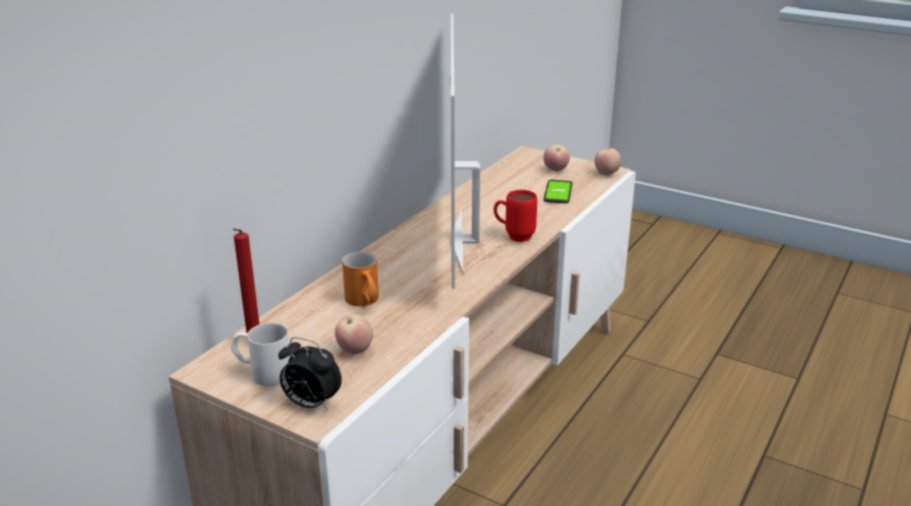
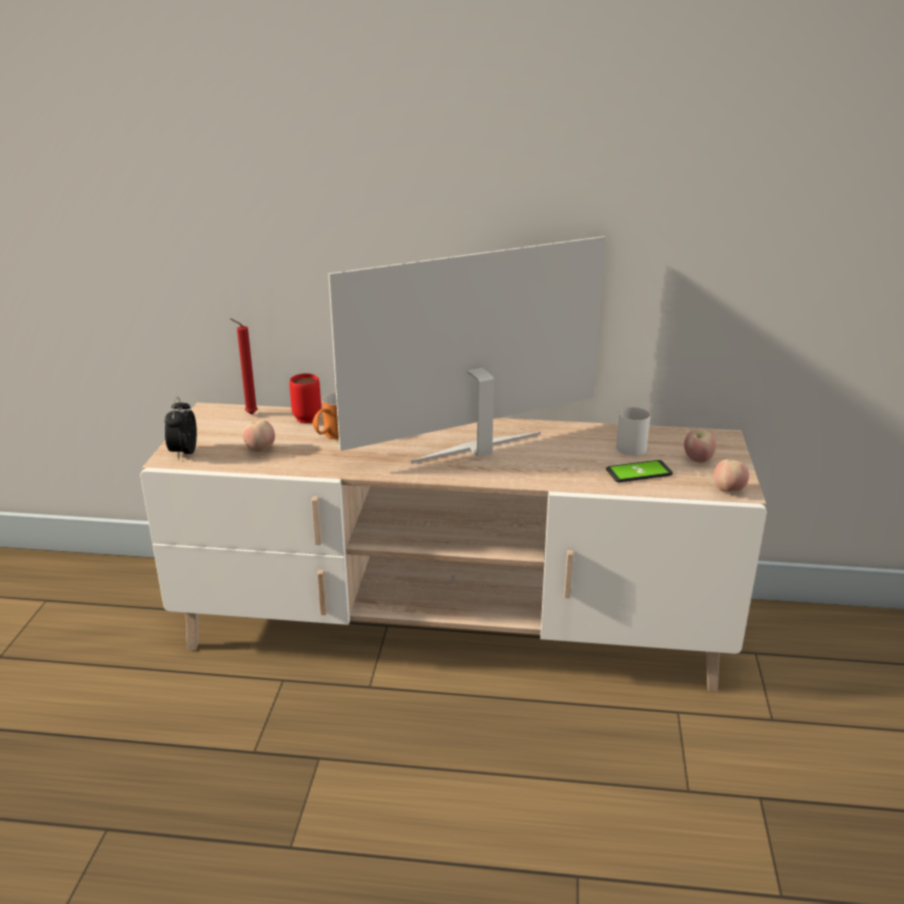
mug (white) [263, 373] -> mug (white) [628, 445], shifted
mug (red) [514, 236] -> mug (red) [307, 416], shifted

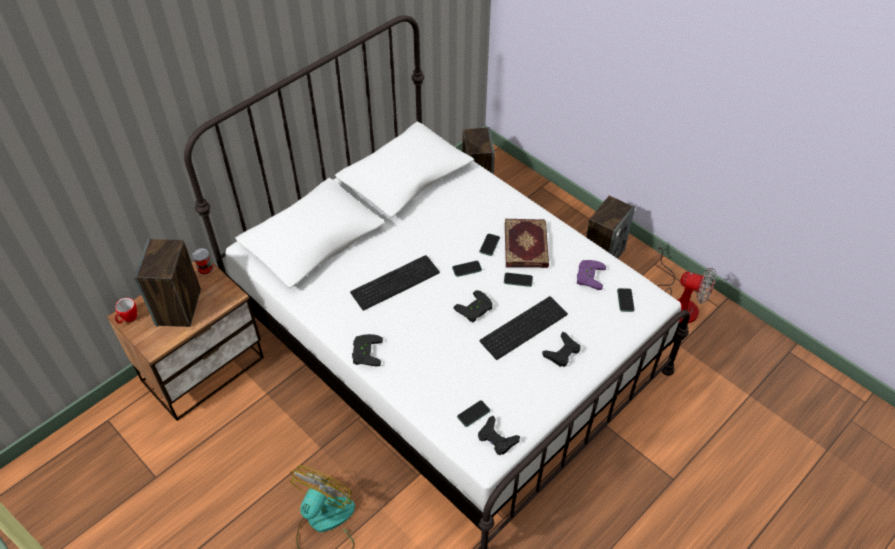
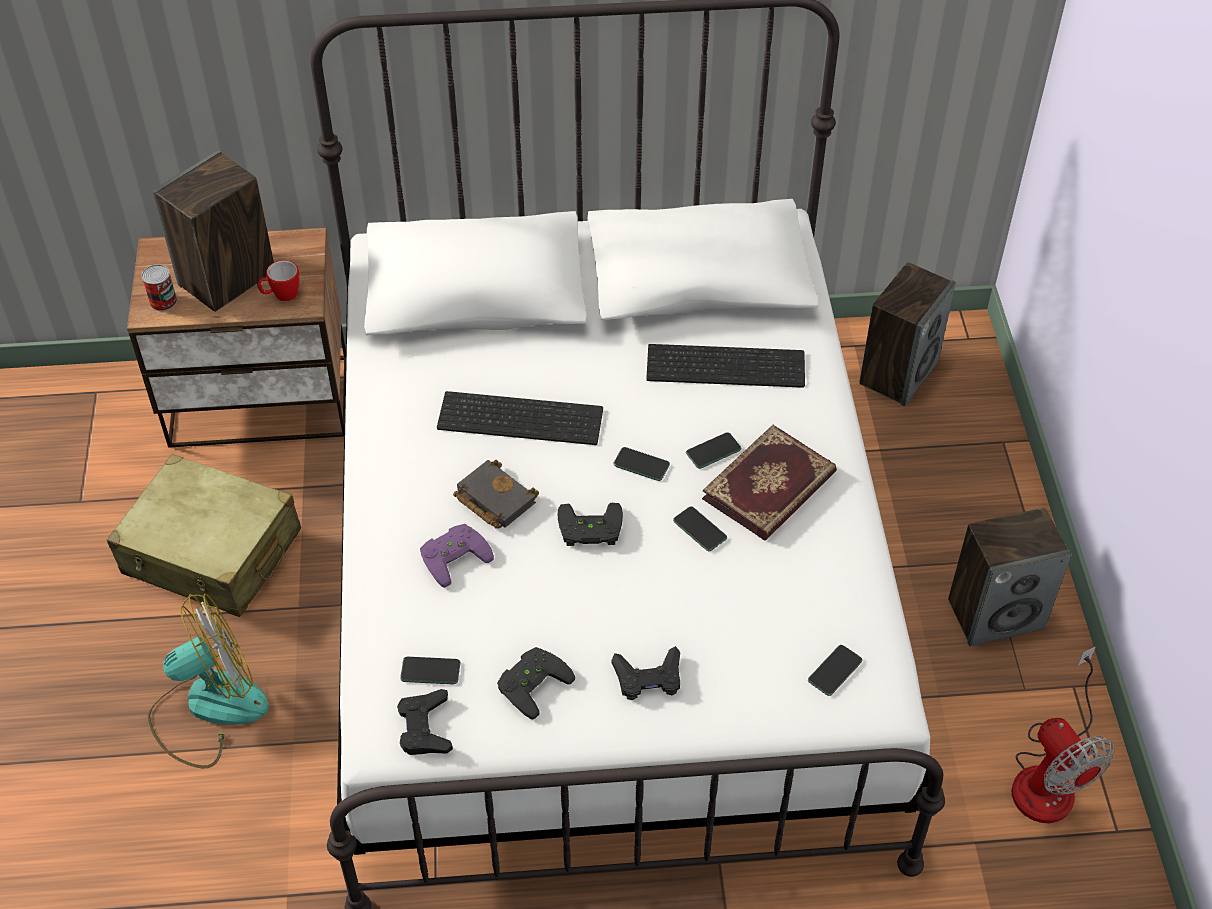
none -> suitcase (beige) [212, 553]
none -> book (black) [492, 499]
mug [128, 319] -> mug [281, 295], shifted
can [205, 268] -> can [163, 301], shifted
game controller (black) [365, 352] -> game controller (black) [531, 682], shifted
keyboard [523, 326] -> keyboard [727, 364], shifted
game controller (purple) [588, 276] -> game controller (purple) [453, 554], shifted

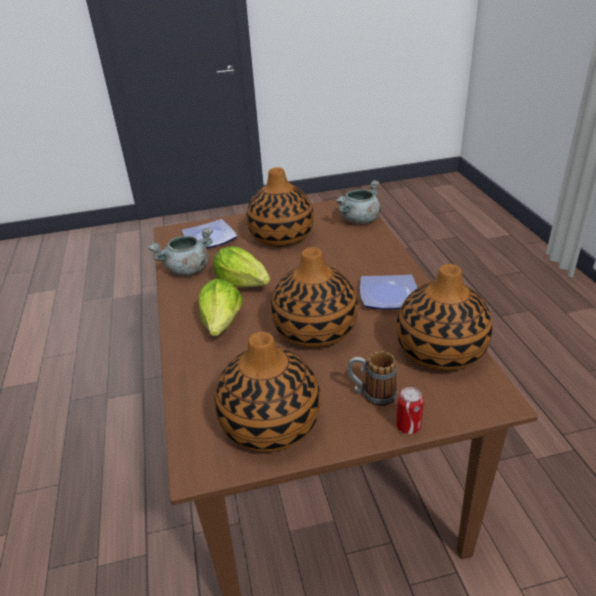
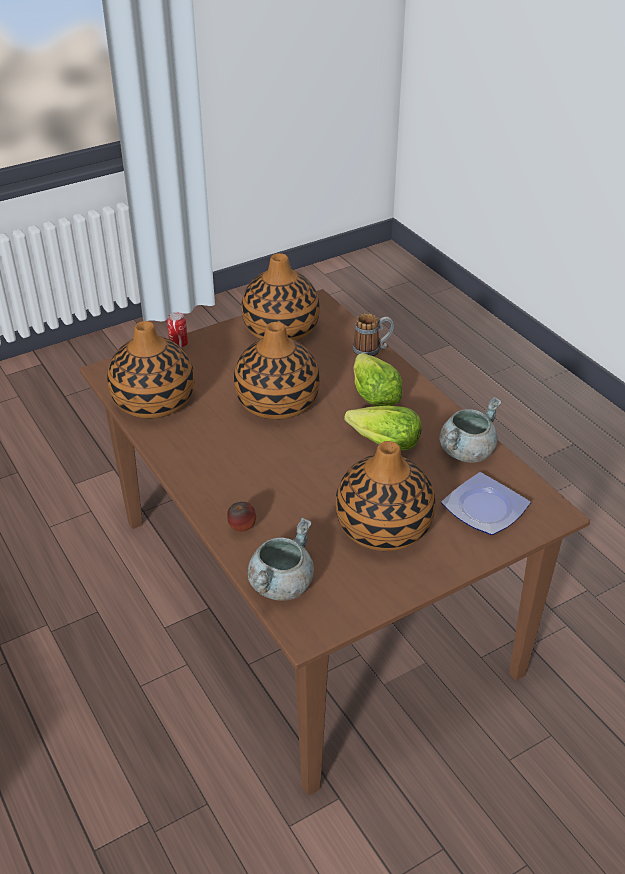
plate [389, 296] -> none
none -> apple [242, 529]
mug [372, 394] -> mug [372, 350], shifted

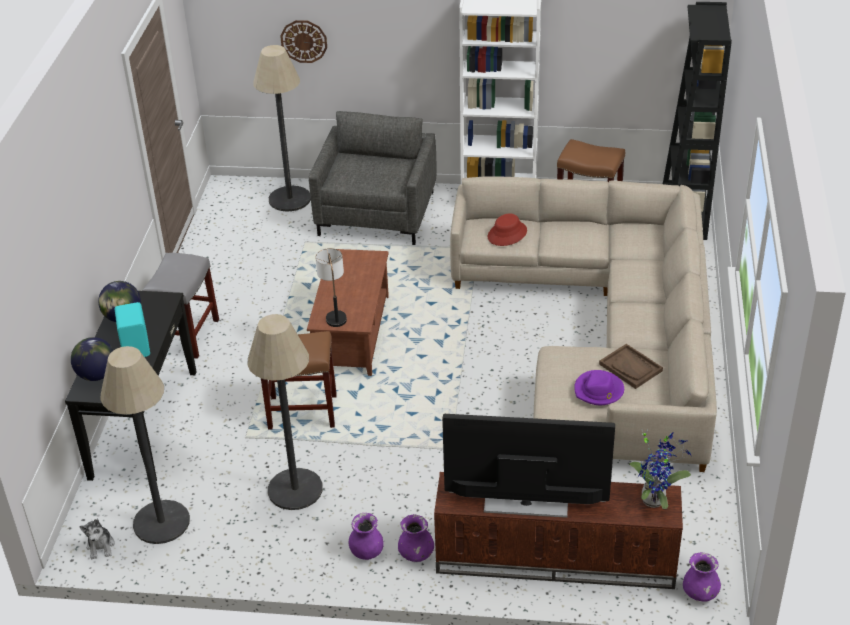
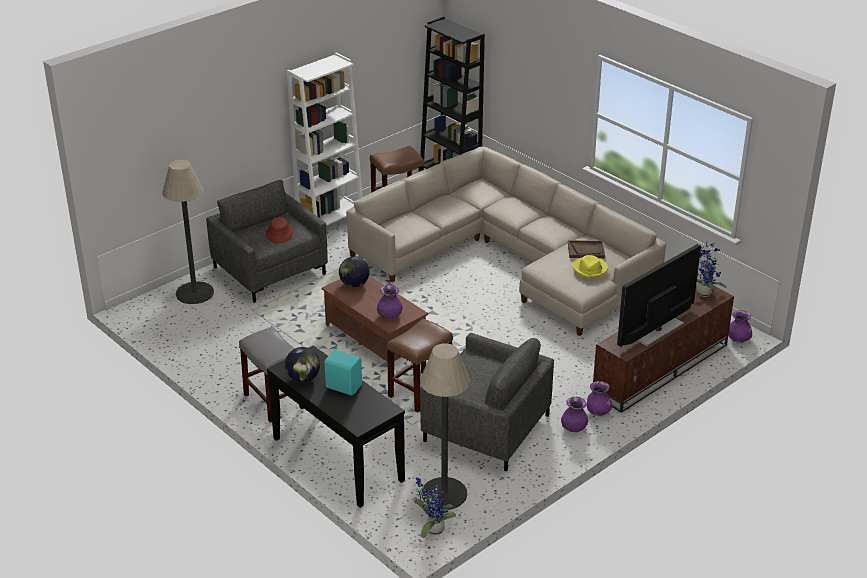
wall clock [304, 41] -> none
globe [97, 375] -> globe [354, 284], shifted
hat (red) [507, 234] -> hat (red) [279, 234], shifted
plush toy [101, 546] -> potted plant [432, 529]
floor lamp [295, 489] -> armchair (grey) [486, 428]
table lamp [334, 312] -> vase (purple) [389, 315]
hat (purple) [599, 390] -> hat (yellow) [590, 269]

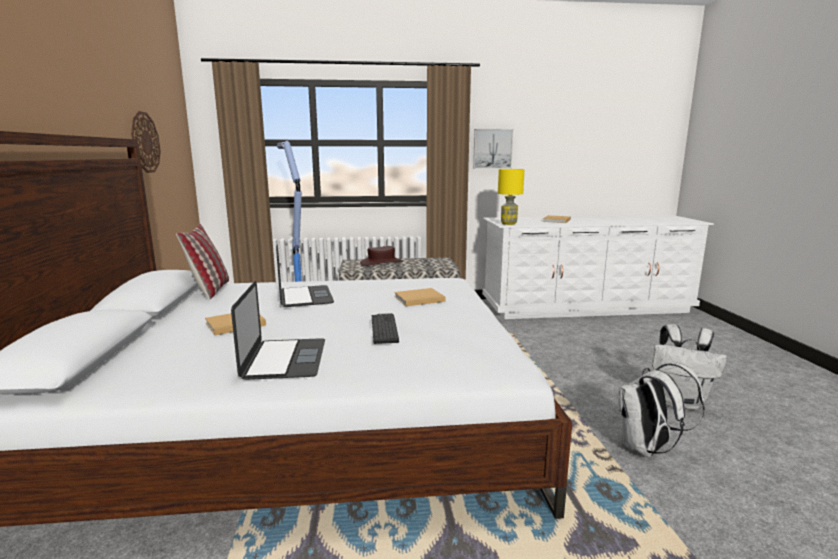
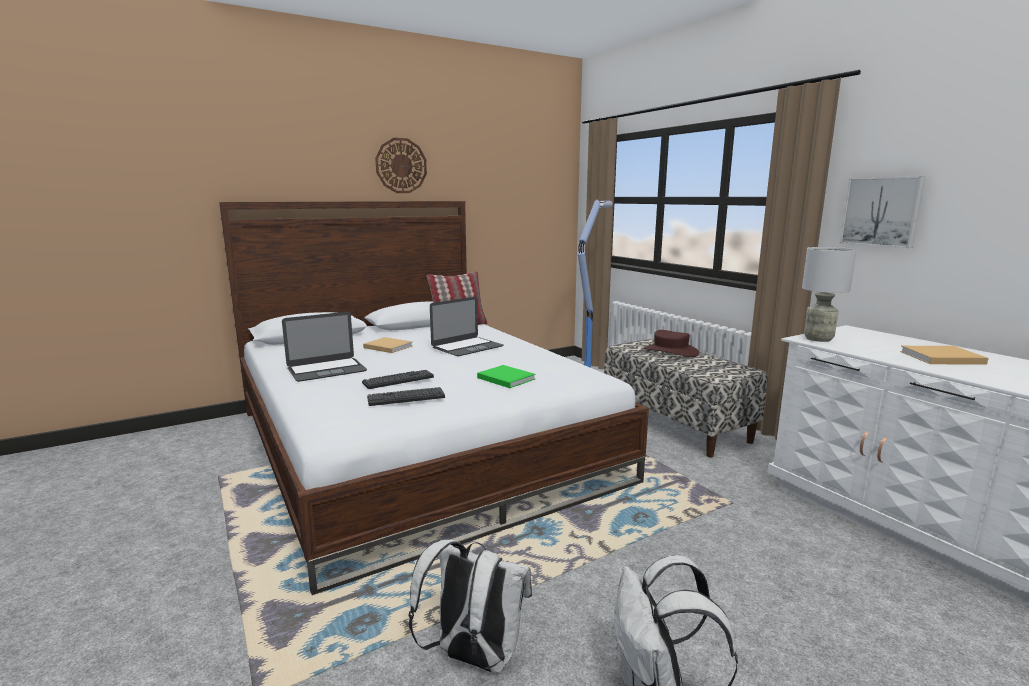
none -> keyboard [406, 397]
wall clock [145, 142] -> wall clock [401, 166], shifted
book (beige) [418, 299] -> book (green) [505, 378]
table lamp (yellow) [508, 223] -> table lamp (grey) [818, 339]

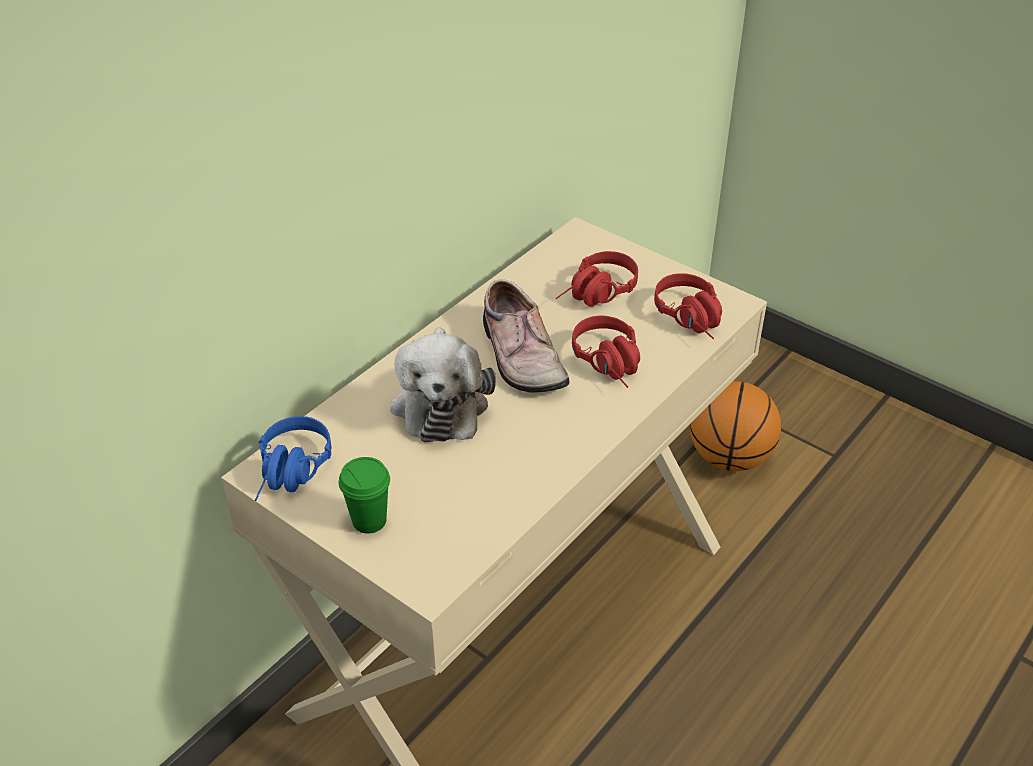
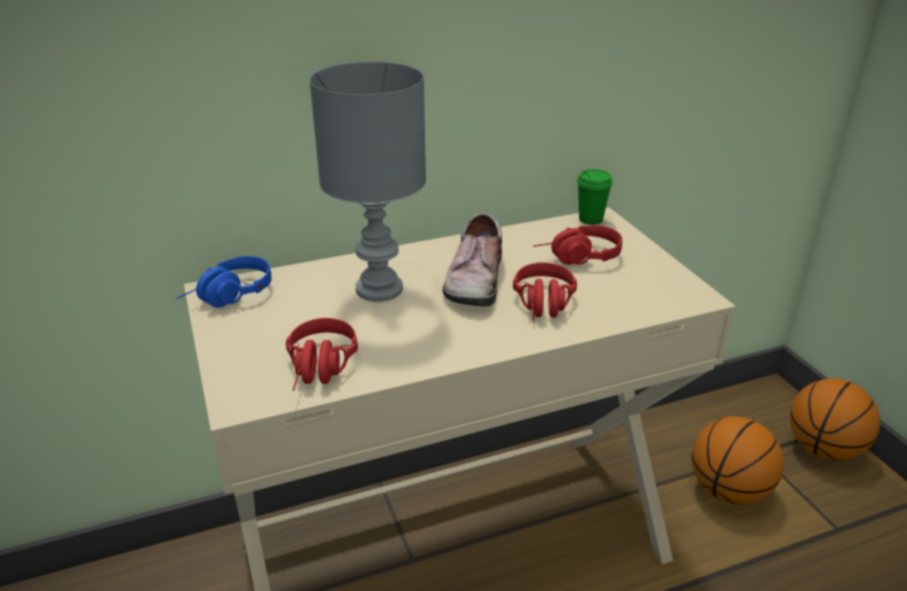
none -> basketball [824, 449]
cup (green) [369, 521] -> cup (green) [590, 219], shifted
headphones (red) [693, 320] -> headphones (red) [320, 370], shifted
plush toy [440, 402] -> table lamp (grey) [381, 288]

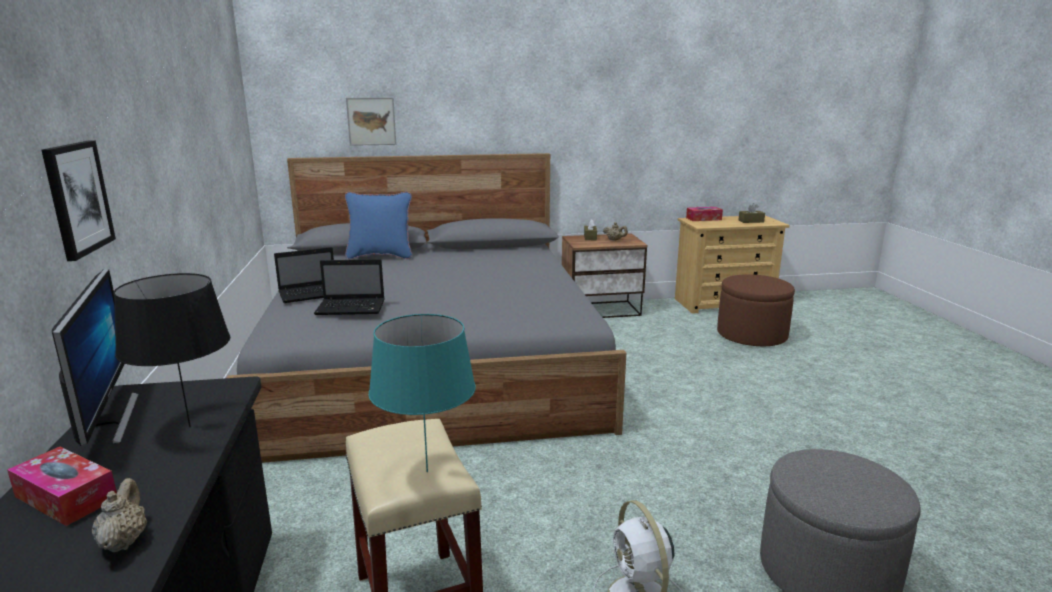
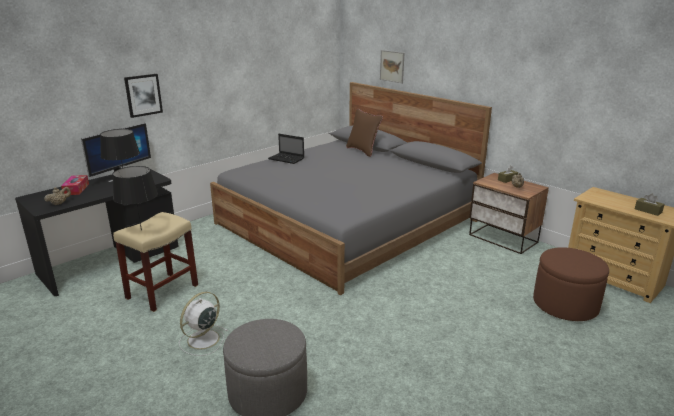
laptop [352, 308] -> none
tissue box [703, 219] -> none
pillow (blue) [380, 256] -> pillow (brown) [363, 151]
table lamp (turquoise) [427, 472] -> table lamp (black) [141, 230]

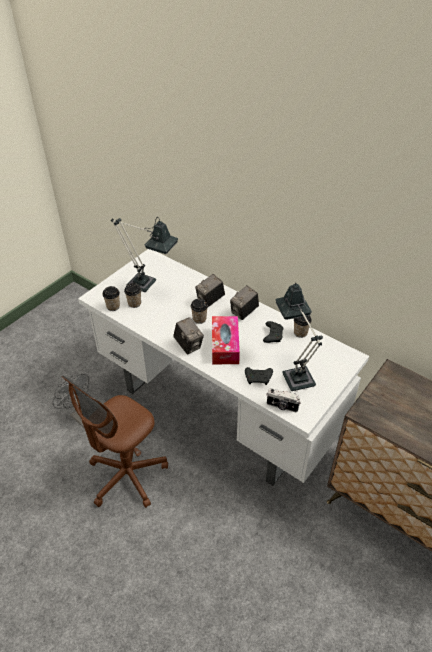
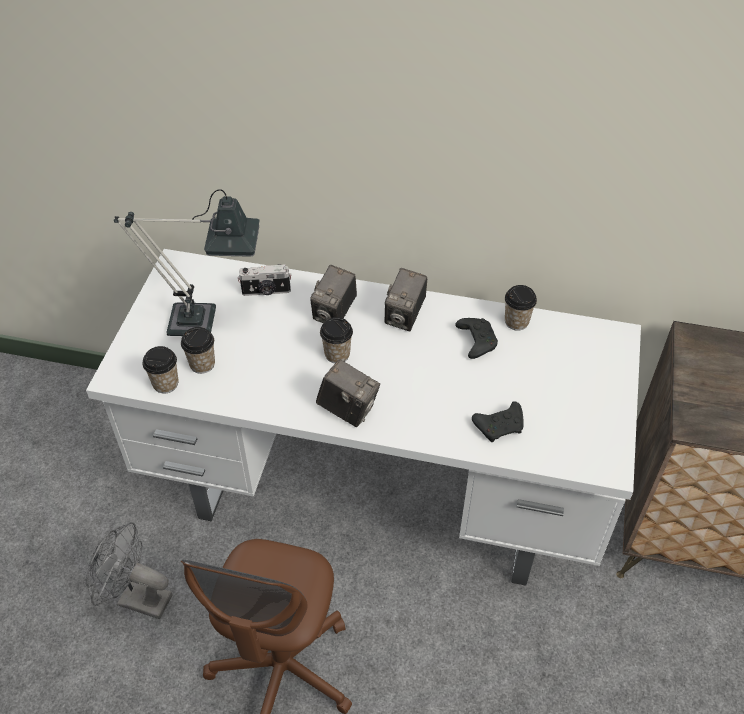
tissue box [225, 345] -> none
table lamp [295, 374] -> none
photo camera [282, 406] -> photo camera [266, 291], shifted

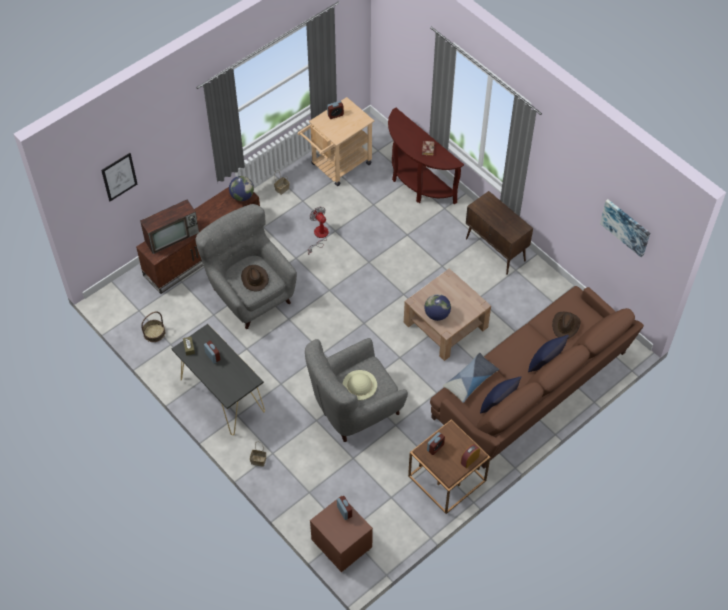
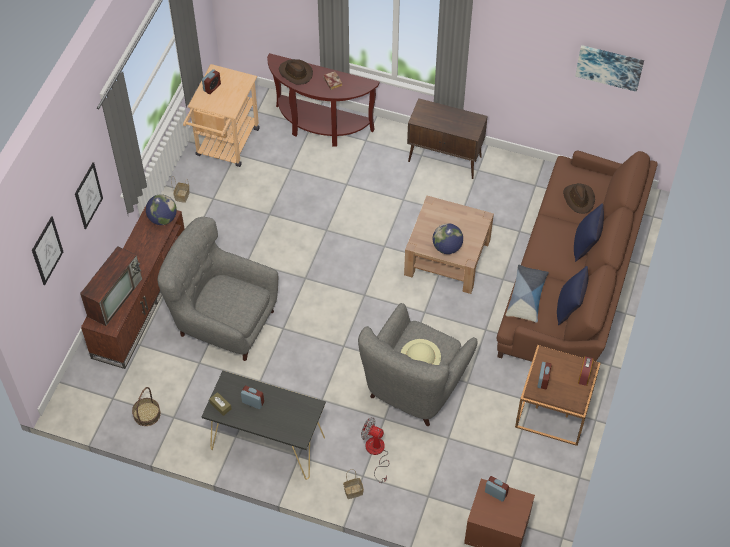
none -> picture [88, 195]
hat (brown) [254, 279] -> hat (brown) [295, 73], shifted
fan [319, 236] -> fan [376, 453], shifted

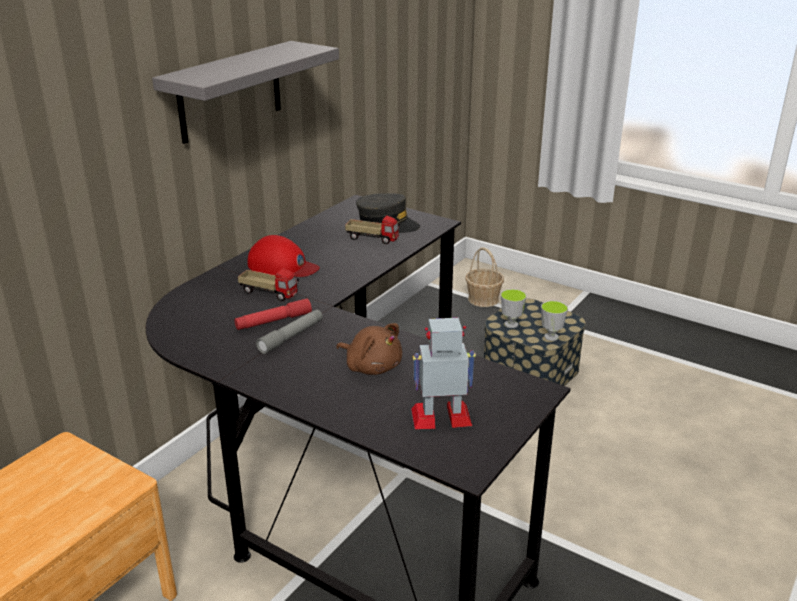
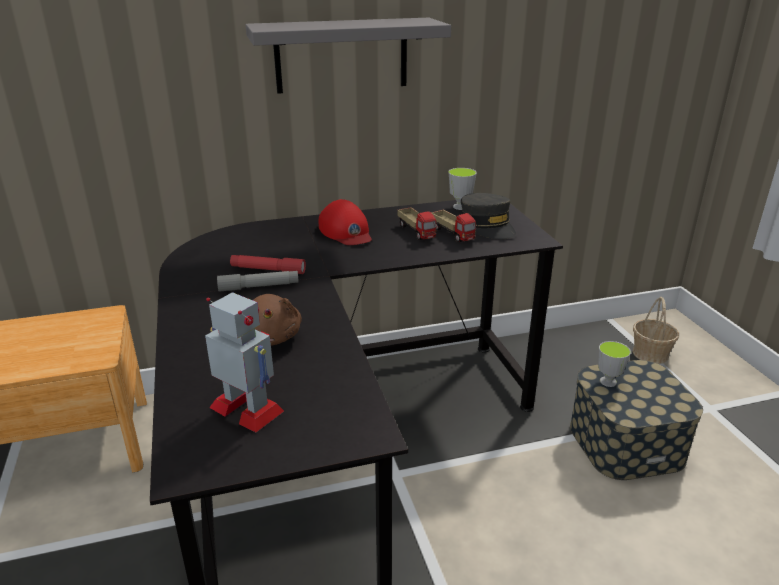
toy truck [269, 293] -> toy truck [417, 232], shifted
cup [551, 337] -> cup [460, 207], shifted

